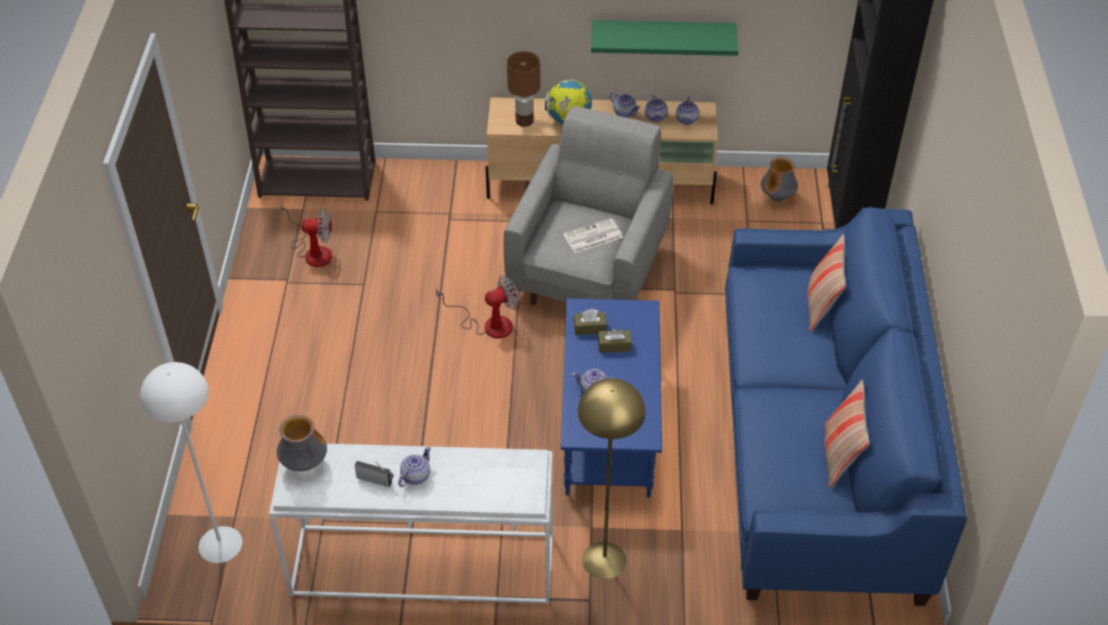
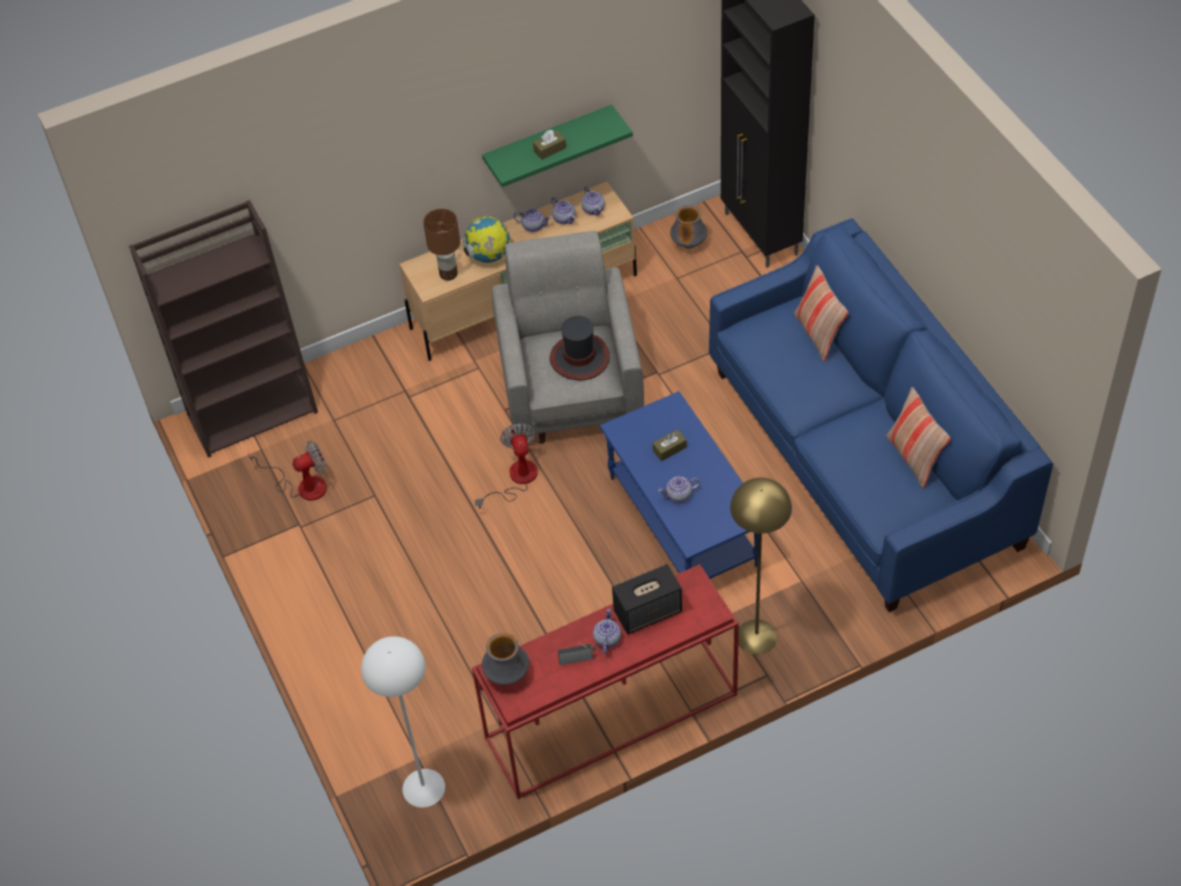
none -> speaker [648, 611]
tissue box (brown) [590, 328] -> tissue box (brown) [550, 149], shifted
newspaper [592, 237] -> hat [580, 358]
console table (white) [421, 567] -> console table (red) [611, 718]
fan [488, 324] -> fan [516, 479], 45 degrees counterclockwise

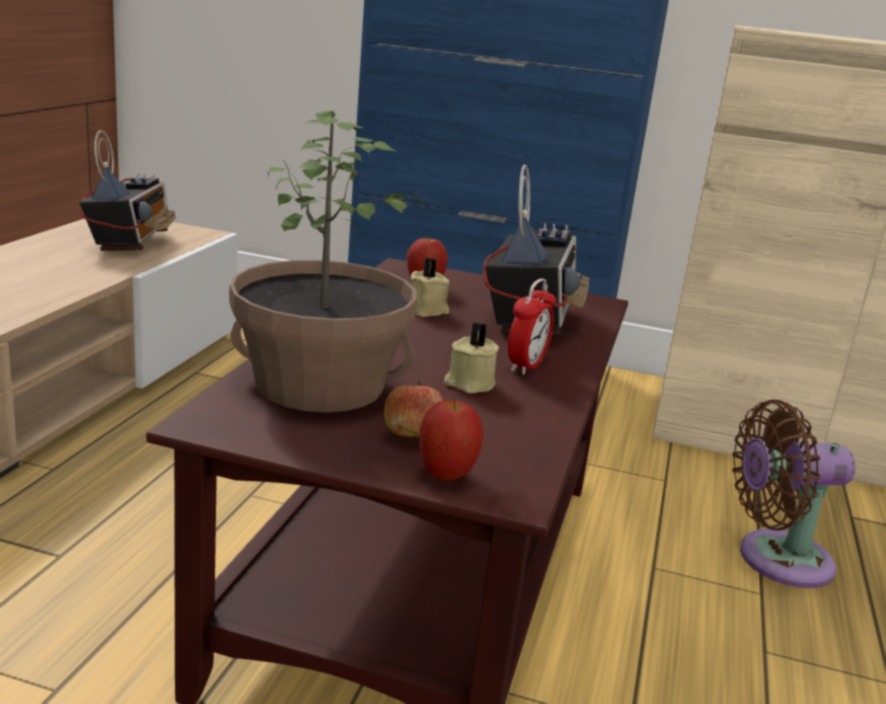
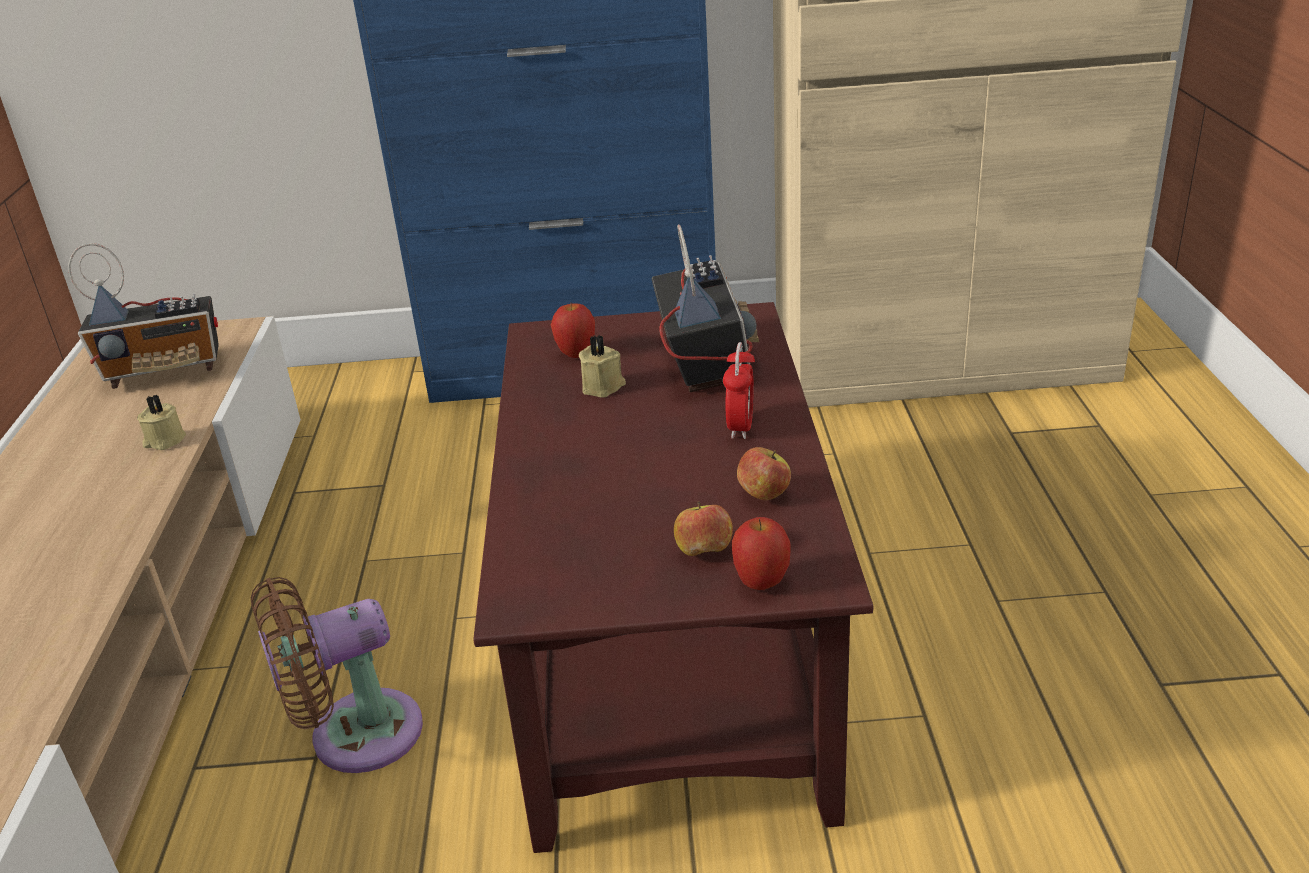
potted plant [319, 385] -> none
none -> apple [763, 495]
candle (beige) [469, 384] -> candle (beige) [164, 441], shifted
fan (brown) [775, 559] -> fan (brown) [354, 736], shifted
radio [130, 242] -> radio [166, 371], 90 degrees clockwise

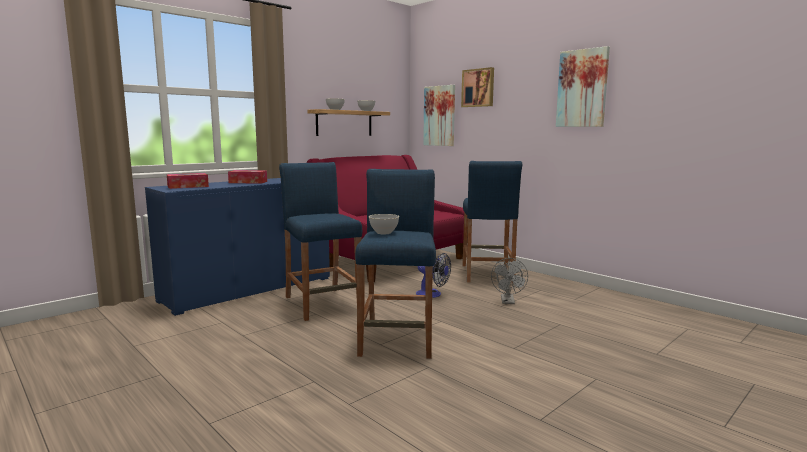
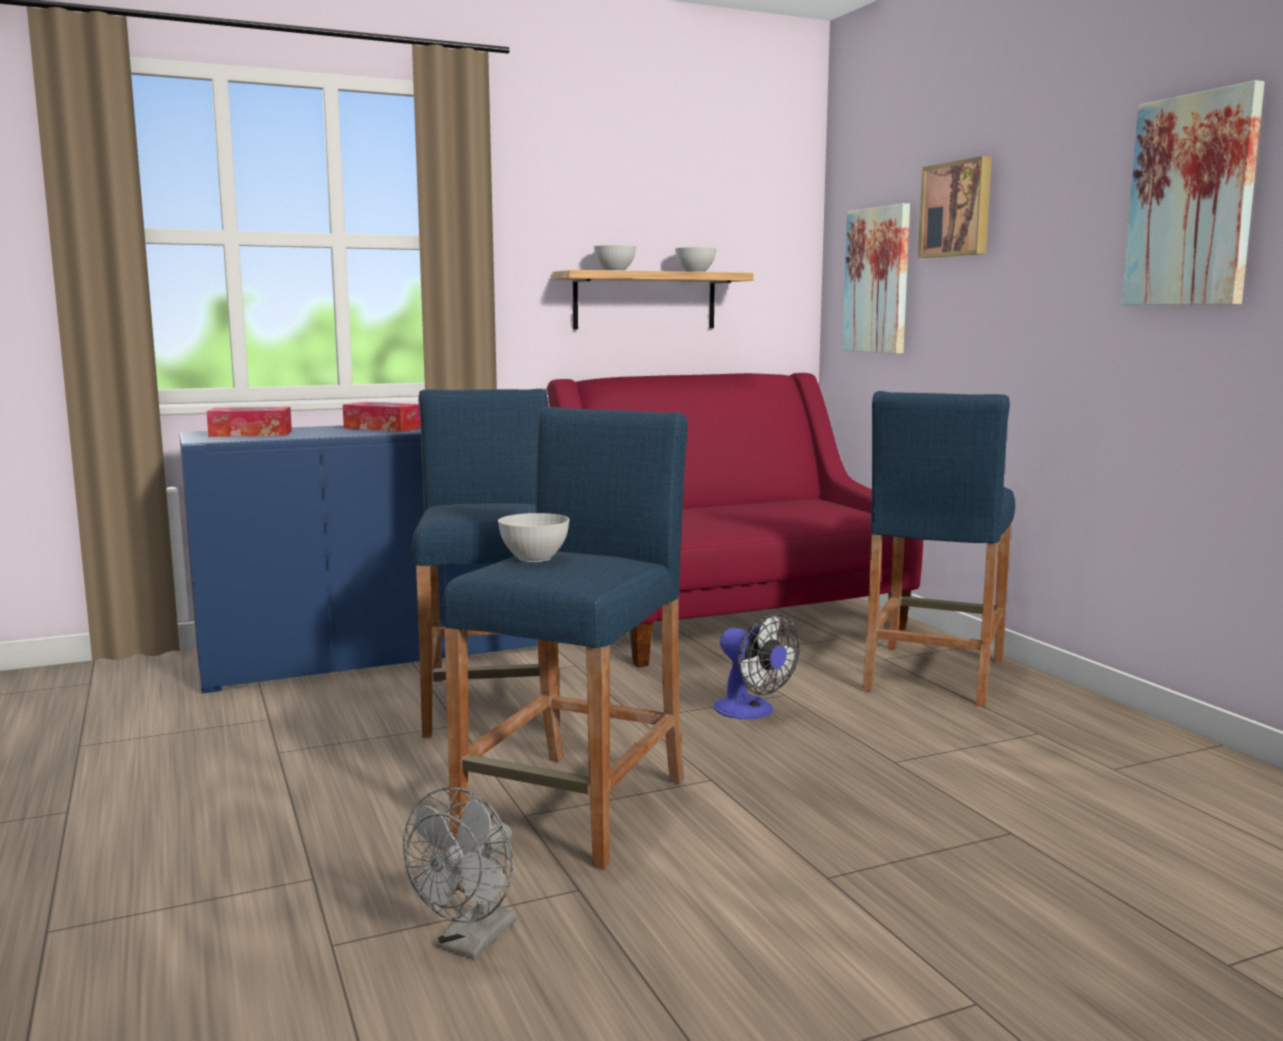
fan (grey) [508, 302] -> fan (grey) [470, 943], shifted

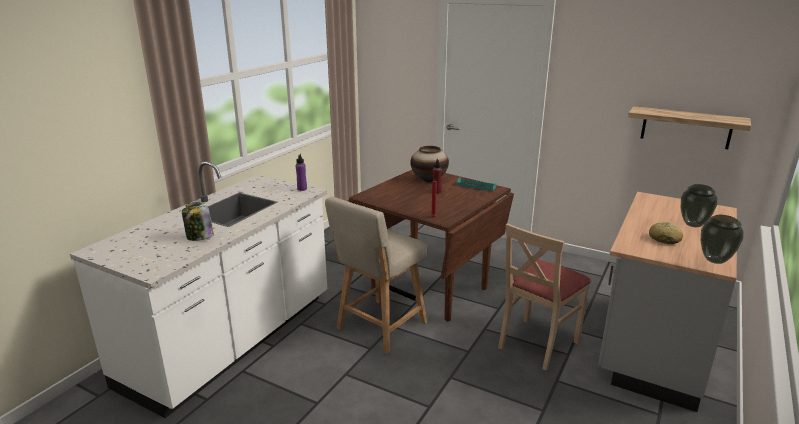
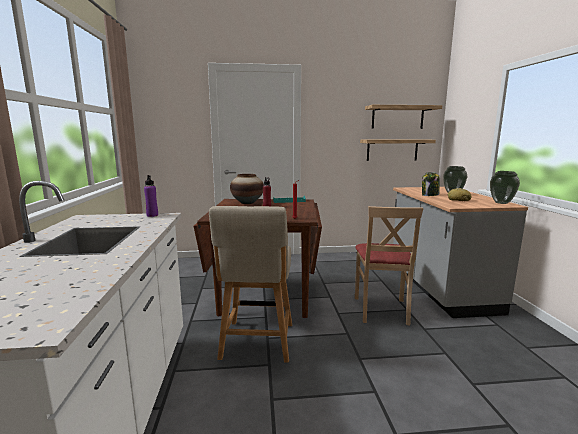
none -> shelf [397, 117]
jar [199, 237] -> jar [430, 195], shifted

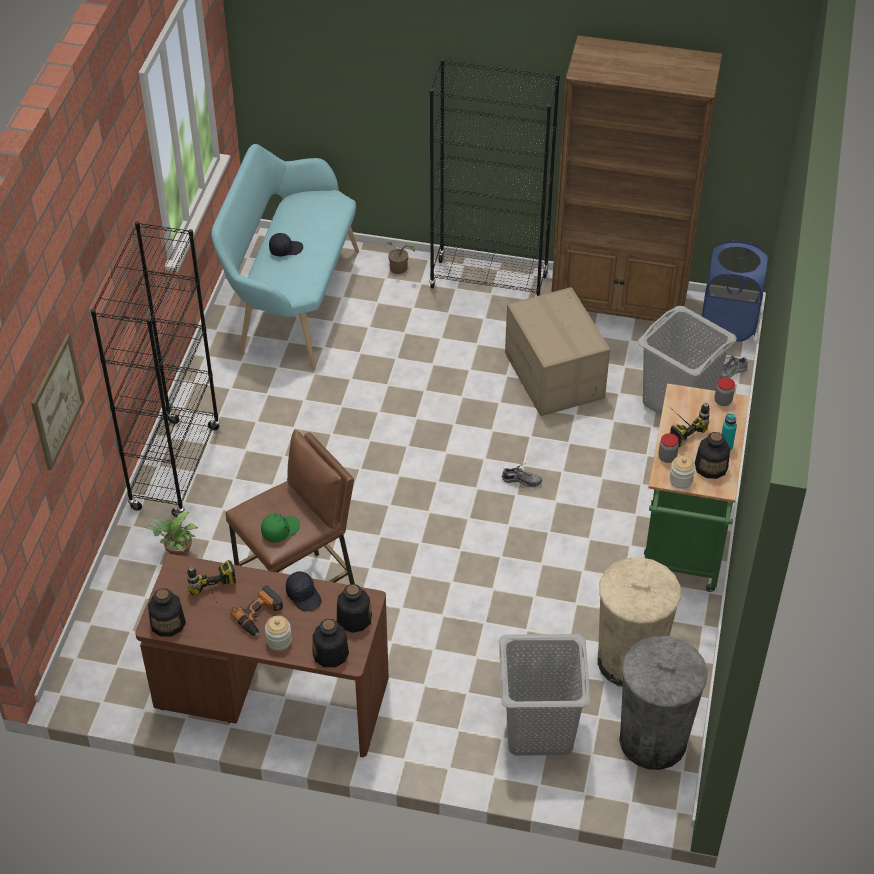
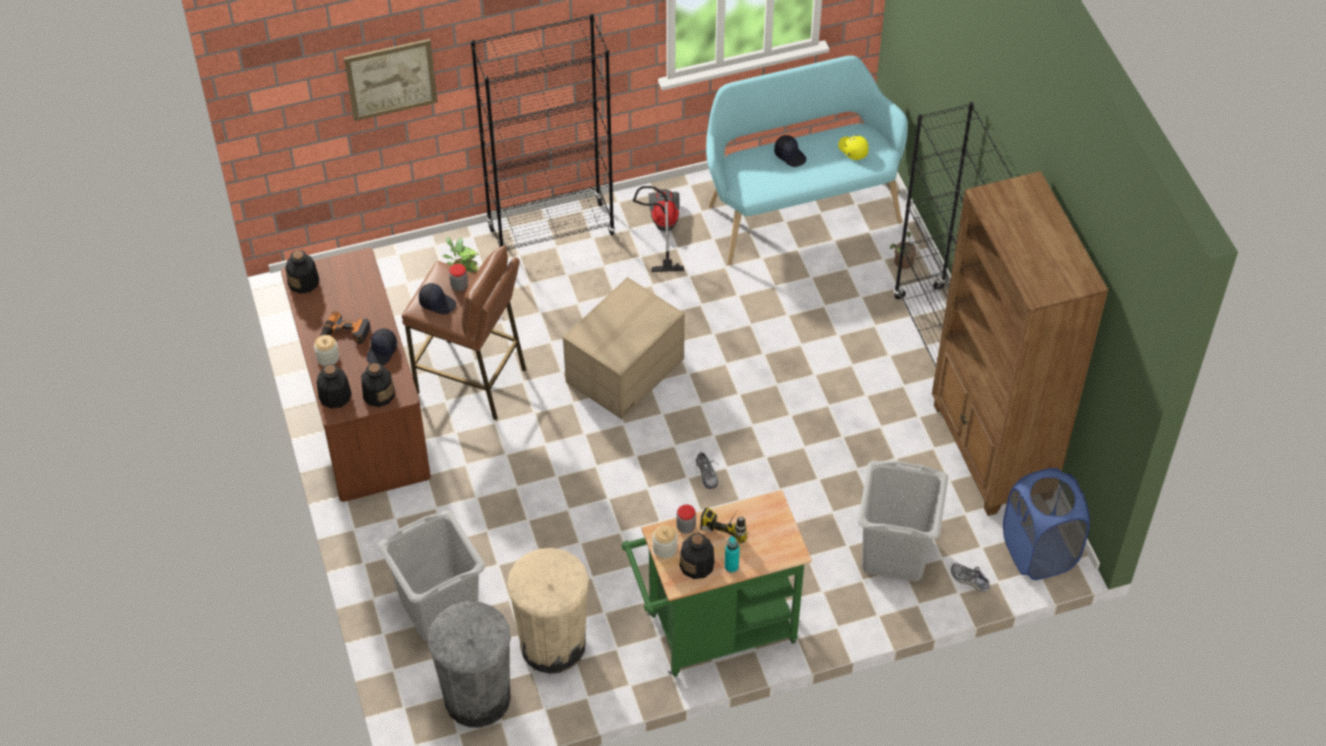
power drill [216, 599] -> none
none -> vacuum cleaner [661, 229]
none -> cap (yellow) [852, 150]
cardboard box [555, 376] -> cardboard box [625, 371], shifted
jar [723, 401] -> jar [459, 286], shifted
cap (green) [280, 530] -> cap (black) [437, 303]

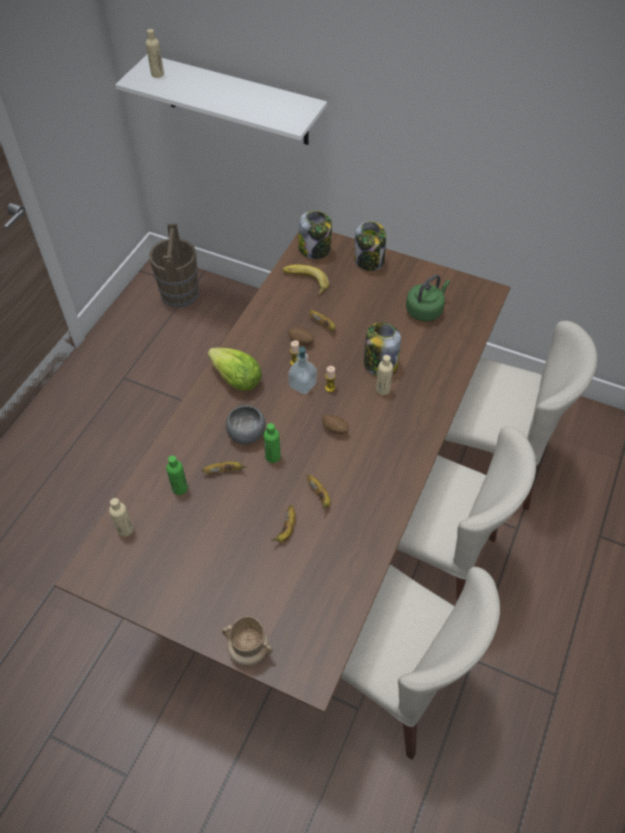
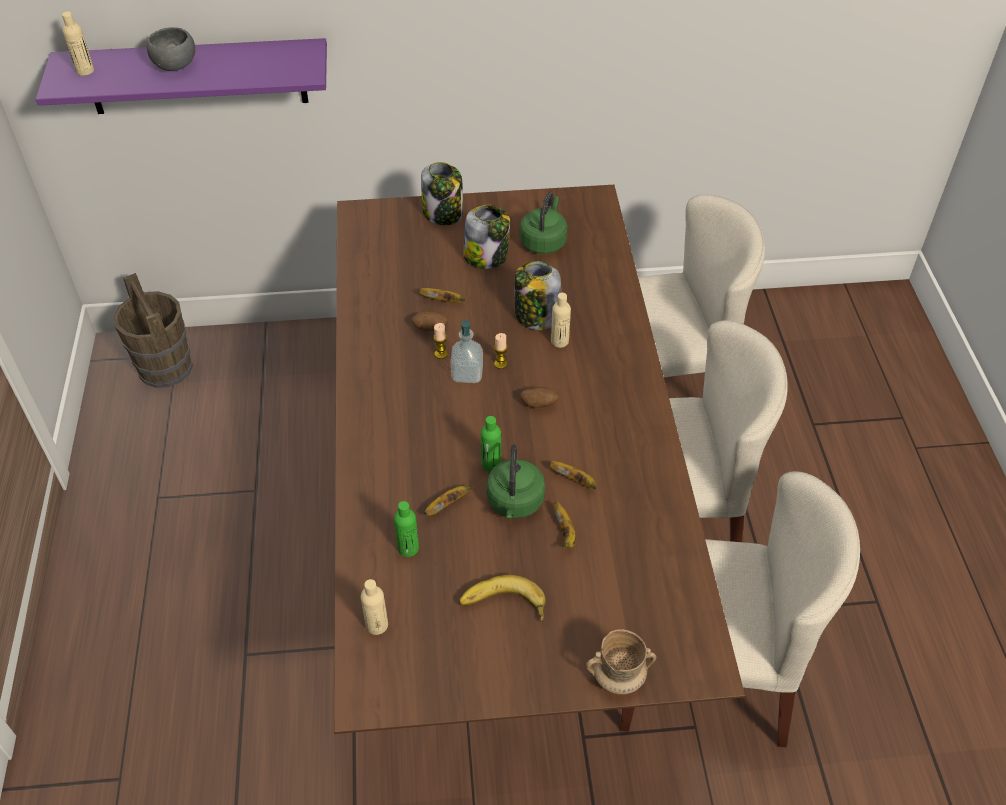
lettuce [236, 379] -> none
none -> kettle (green) [515, 503]
bowl (grey) [247, 433] -> bowl (grey) [175, 64], shifted
banana [304, 282] -> banana [503, 607], shifted
jar [315, 249] -> jar [486, 256], shifted
shelf (white) [236, 101] -> shelf (purple) [196, 76]

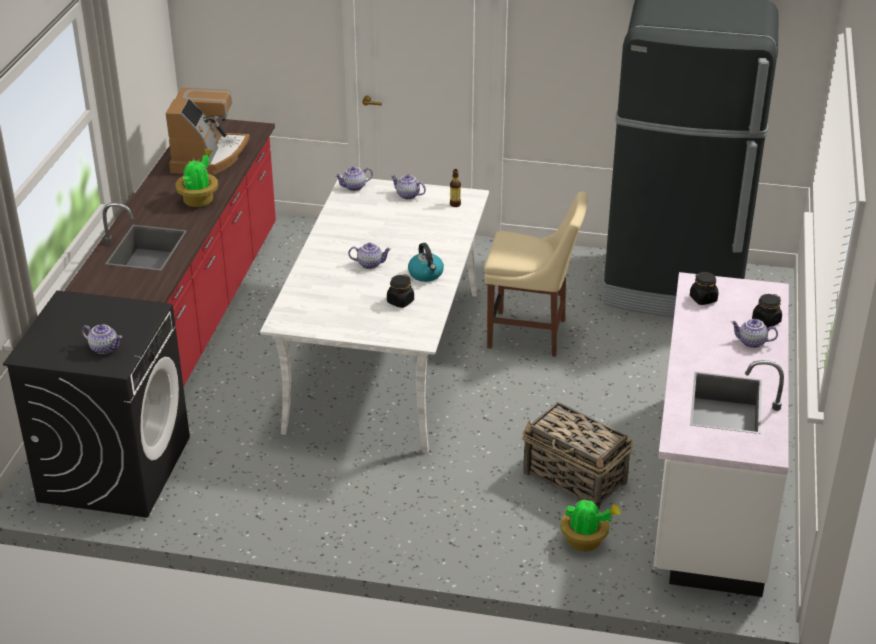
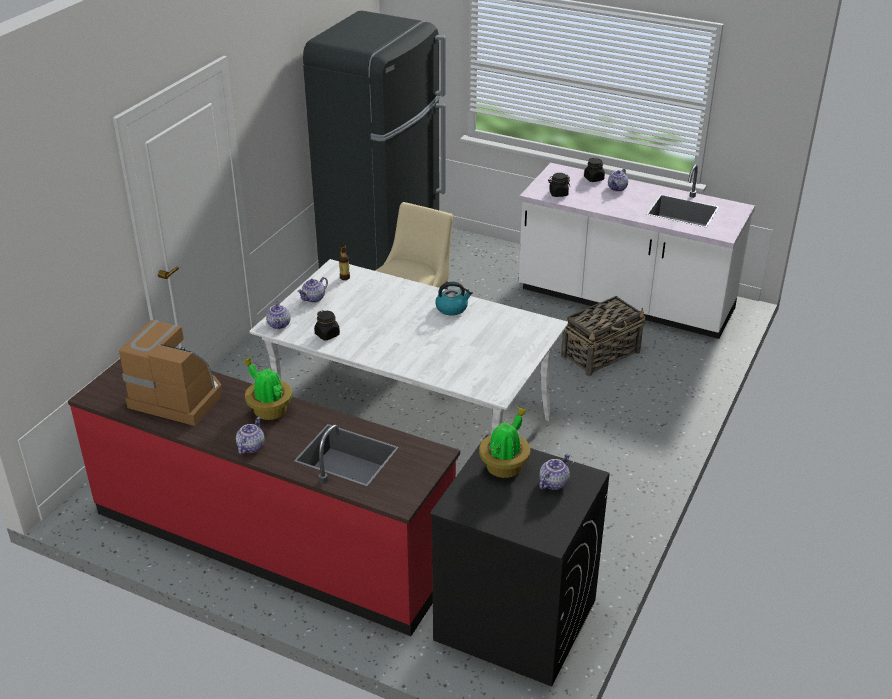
teapot [370, 264] -> teapot [250, 446], shifted
jar (black) [400, 301] -> jar (black) [327, 335], shifted
potted plant [585, 541] -> potted plant [505, 466], shifted

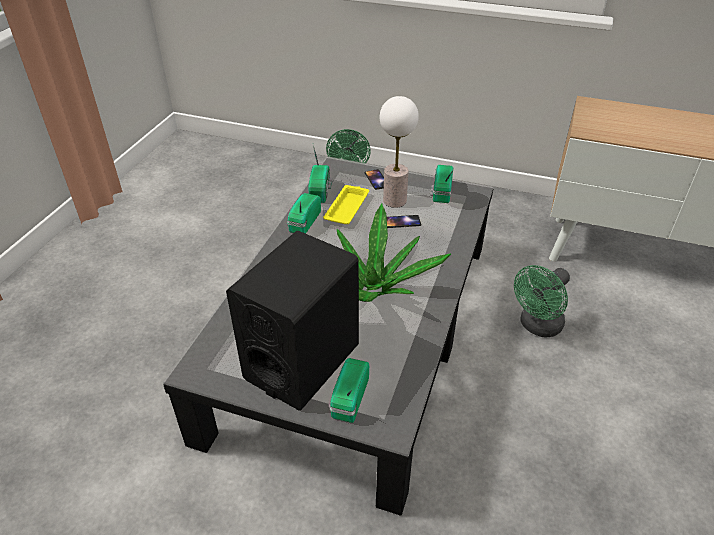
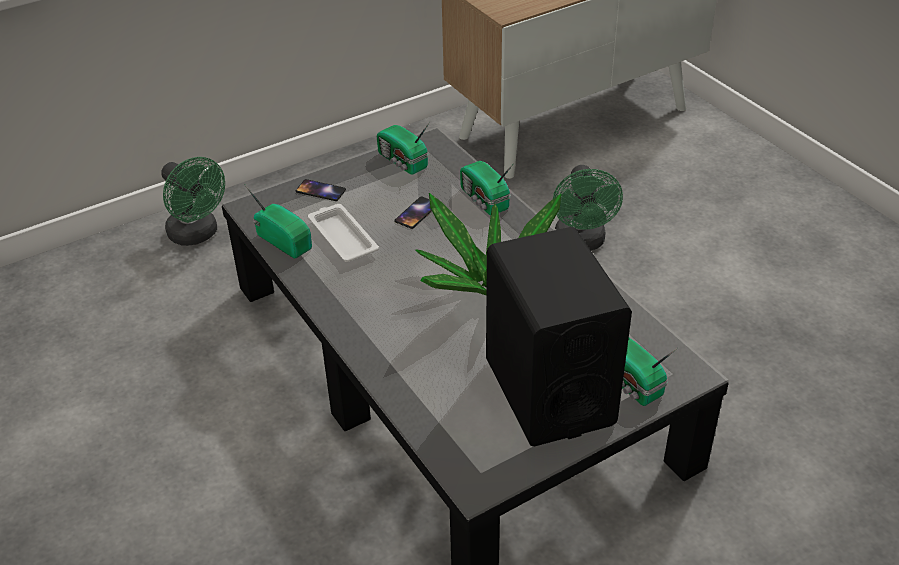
table lamp [394, 200] -> none
radio [303, 222] -> radio [484, 200], shifted
tray (yellow) [347, 207] -> tray (white) [342, 237]

